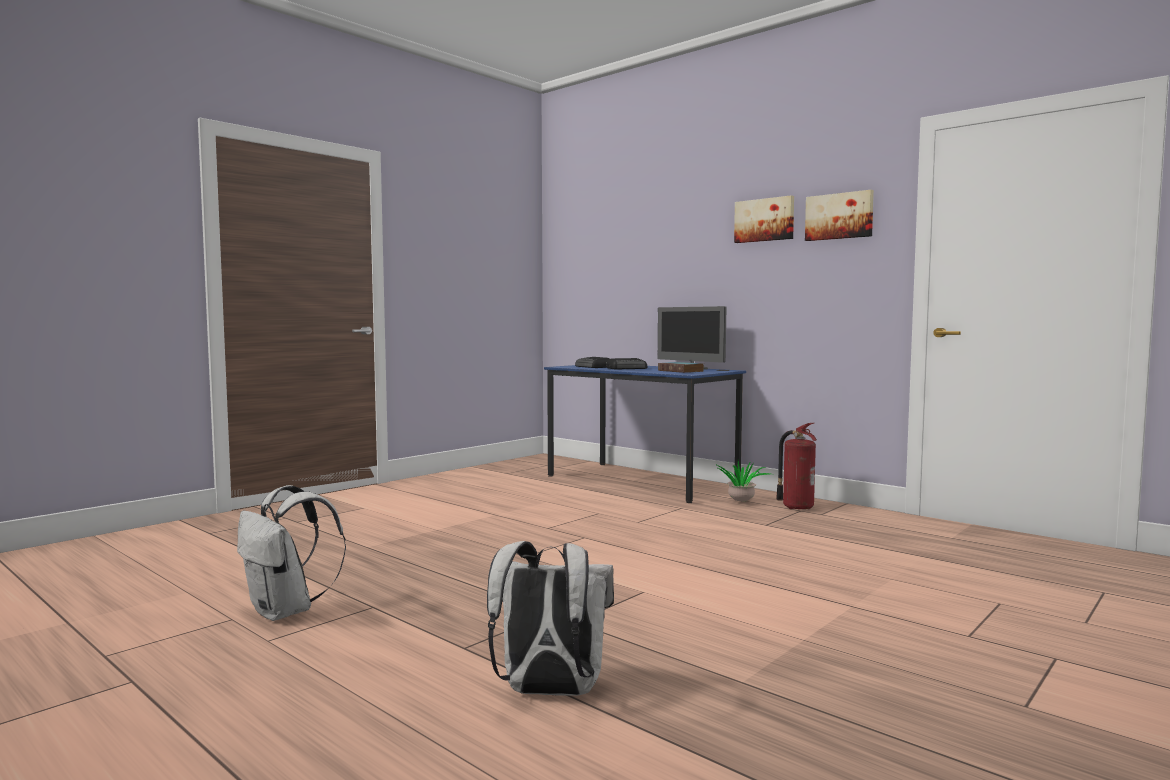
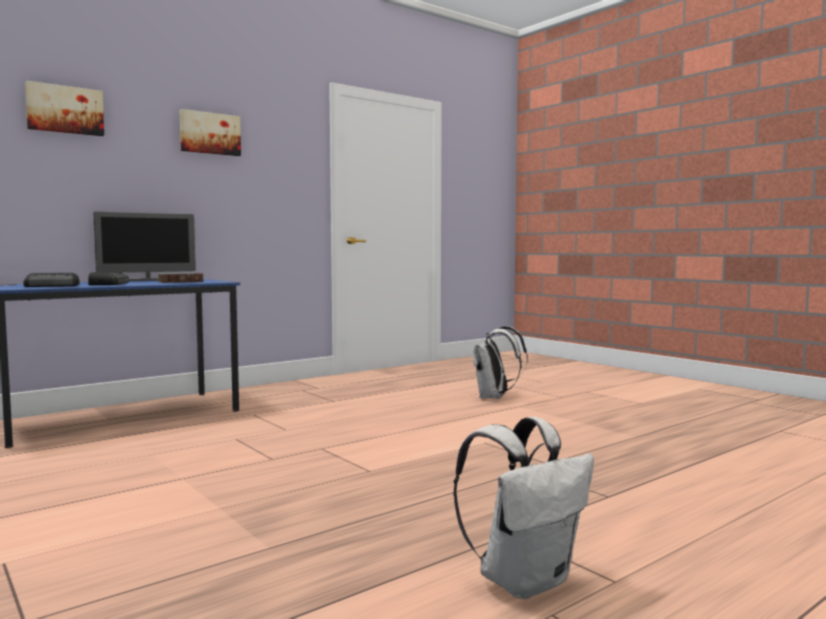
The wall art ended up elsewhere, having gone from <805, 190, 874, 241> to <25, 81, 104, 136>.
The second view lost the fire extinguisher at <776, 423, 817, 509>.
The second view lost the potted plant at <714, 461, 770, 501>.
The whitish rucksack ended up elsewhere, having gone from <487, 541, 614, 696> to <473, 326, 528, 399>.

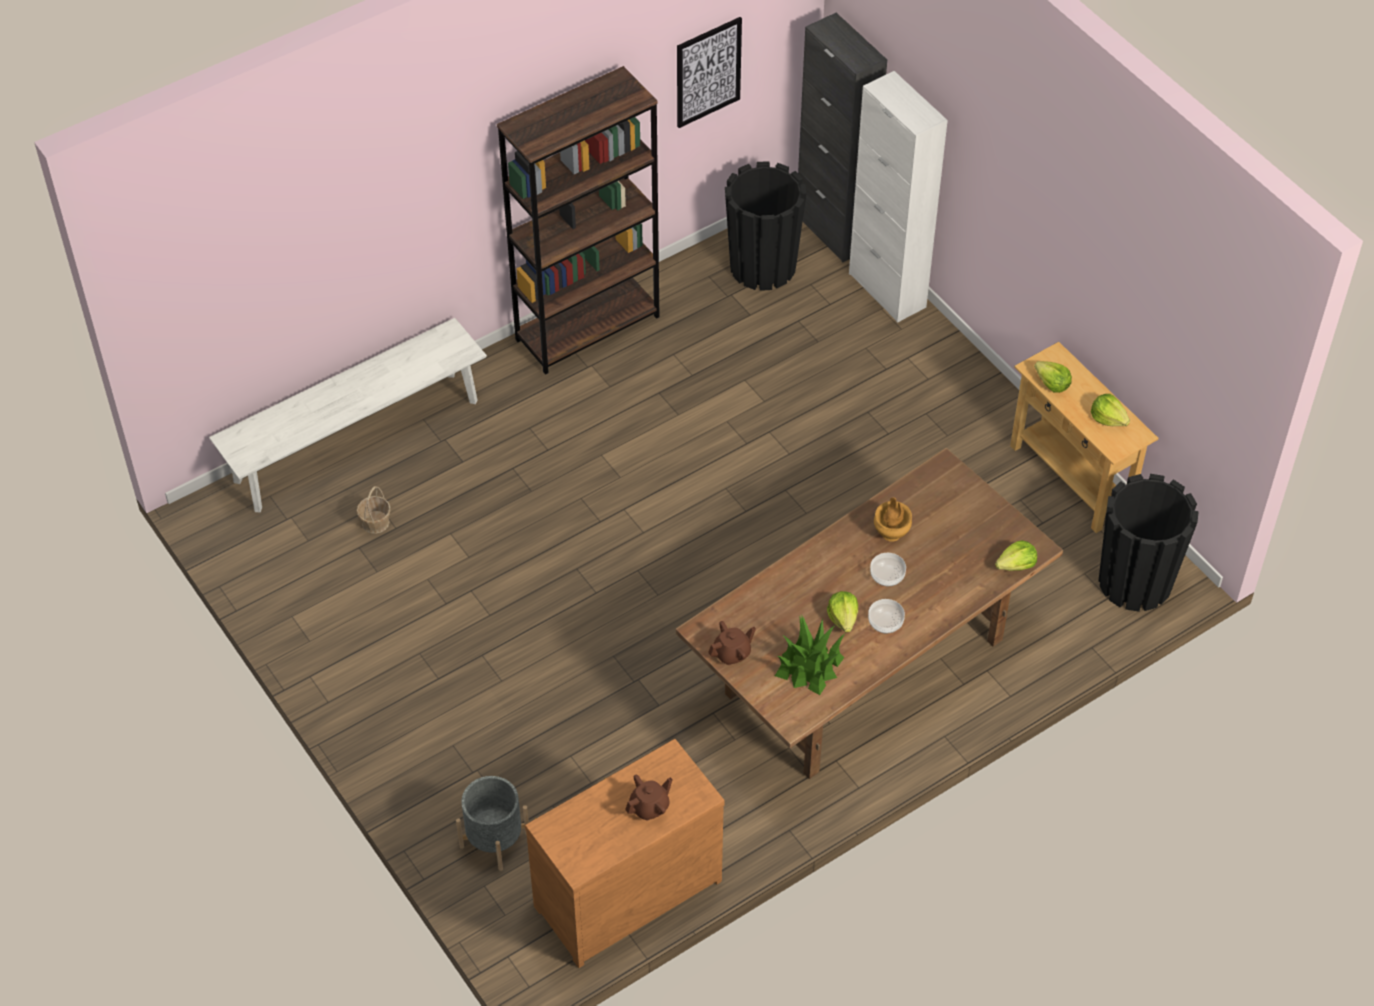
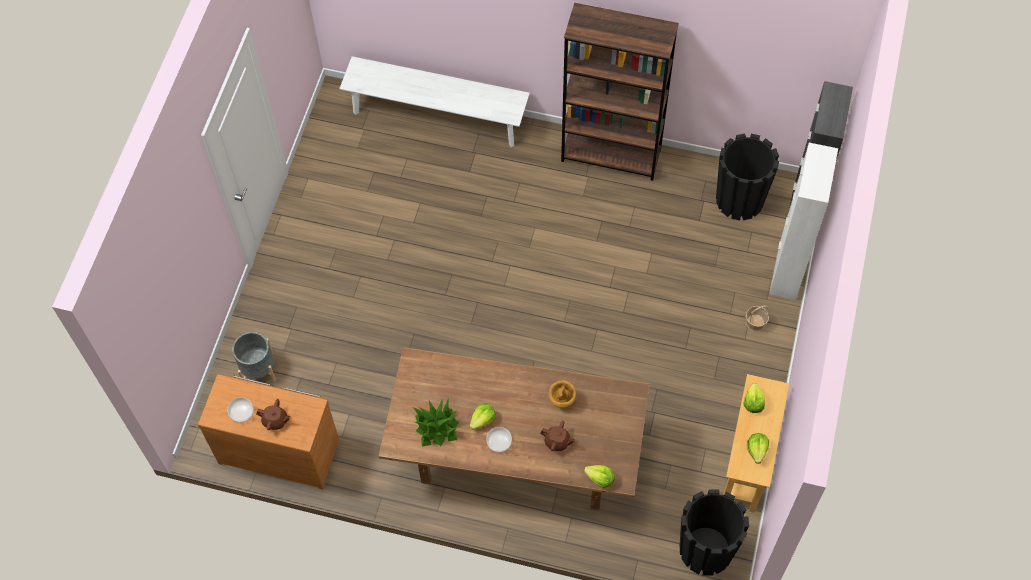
The second view lost the wall art at <677, 17, 742, 128>.
The storage basket ended up elsewhere, having gone from <357, 486, 391, 534> to <745, 306, 769, 332>.
The deep dish ended up elsewhere, having gone from <870, 553, 906, 586> to <227, 397, 253, 422>.
The brown tea pot ended up elsewhere, having gone from <708, 621, 756, 665> to <541, 420, 575, 451>.

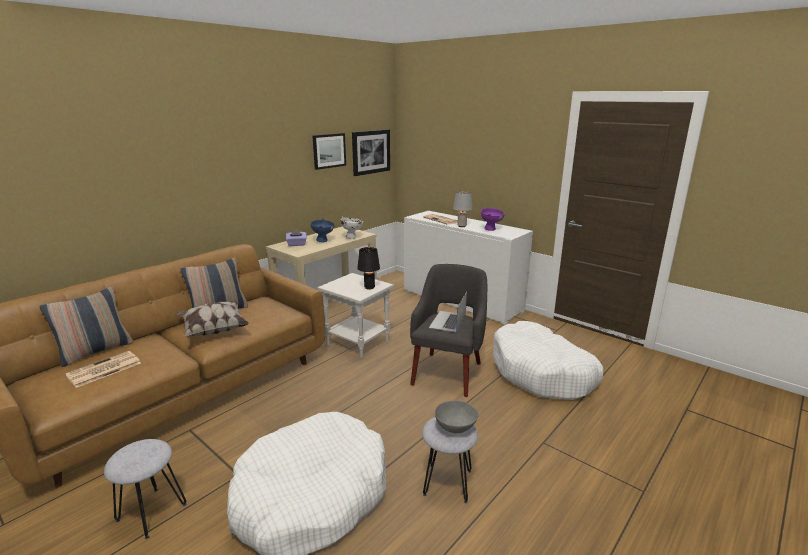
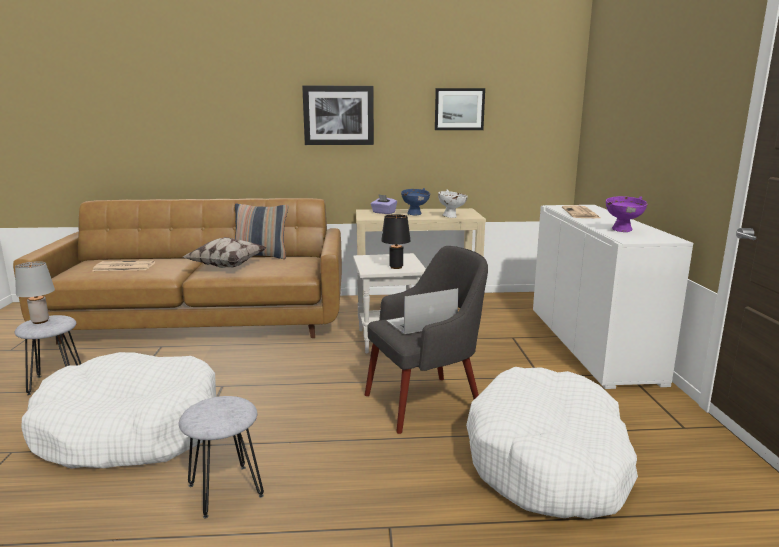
The wall art ended up elsewhere, having gone from <352, 129, 390, 176> to <302, 86, 374, 145>.
The gray tabletop lamp ended up elsewhere, having gone from <453, 191, 473, 227> to <15, 261, 55, 324>.
The second view lost the pillow at <39, 286, 133, 367>.
The second view lost the gray deep dish at <435, 401, 478, 434>.

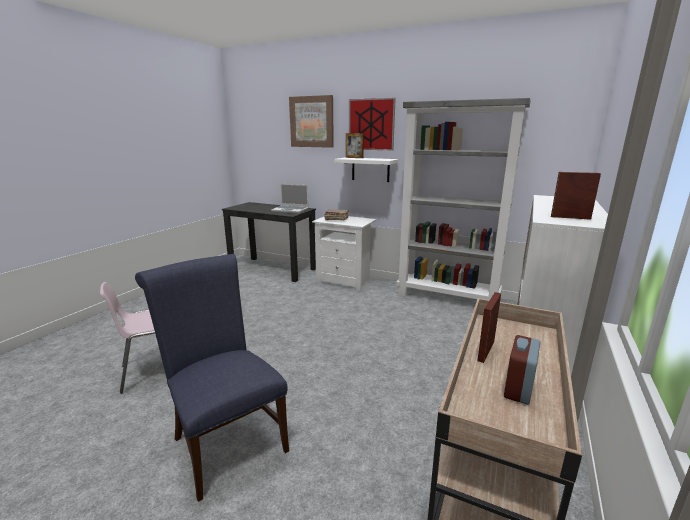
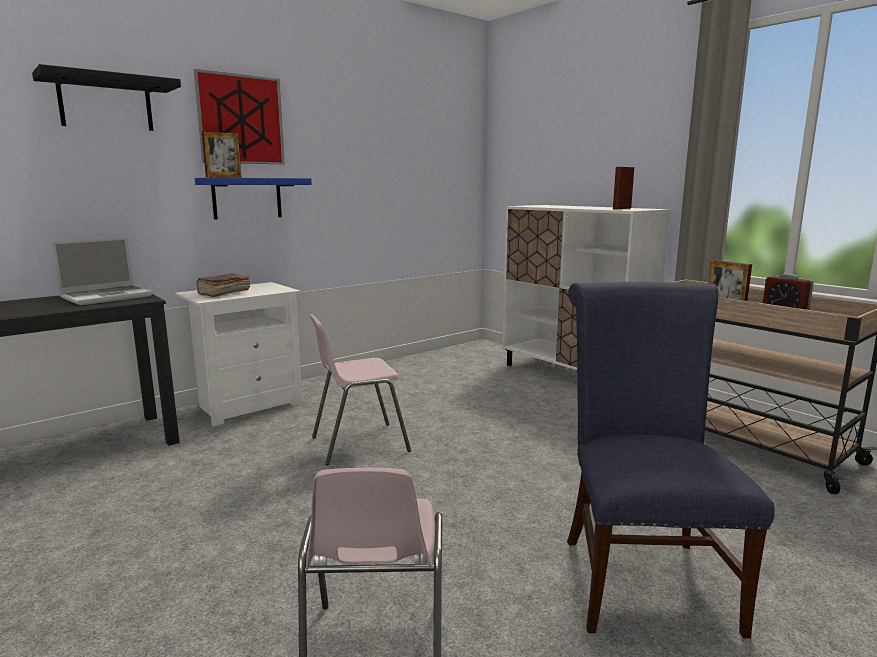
Where the wall art hung at <289, 95, 334, 148>, the blackish shelf came to hang at <32, 64, 181, 131>.
The second view lost the gray bookshelf at <396, 98, 531, 300>.
What was the whitish shelf at <334, 157, 398, 182> turned into the bluish shelf at <195, 178, 312, 220>.
The bluish plain chair at <135, 254, 289, 502> ended up facing another way, 105 degrees clockwise from before.
The second view gained the pinkish plain chair at <309, 314, 411, 466>.

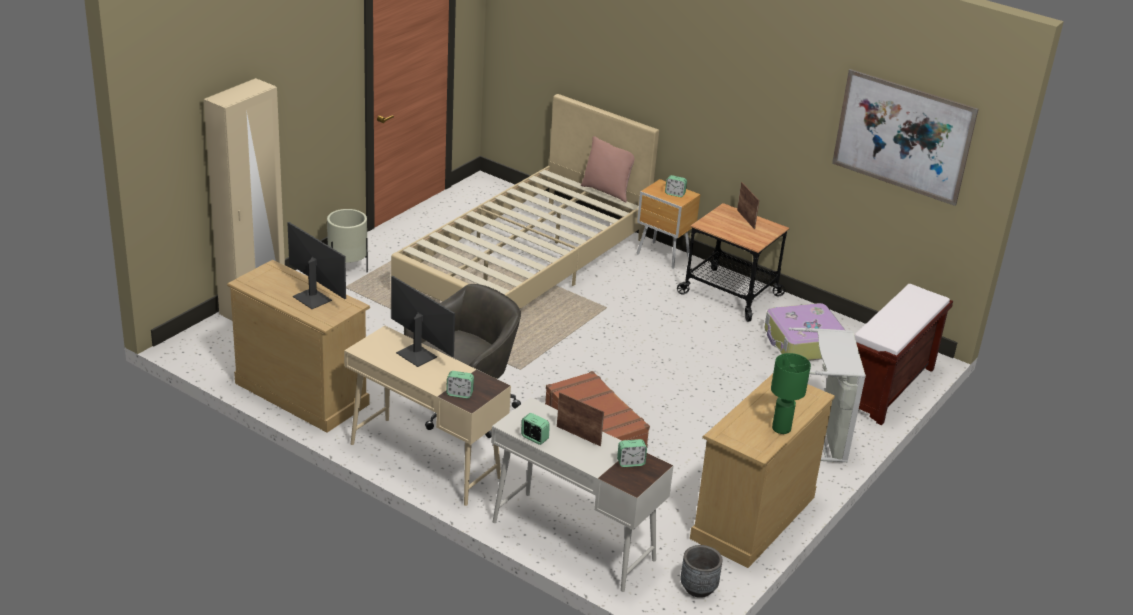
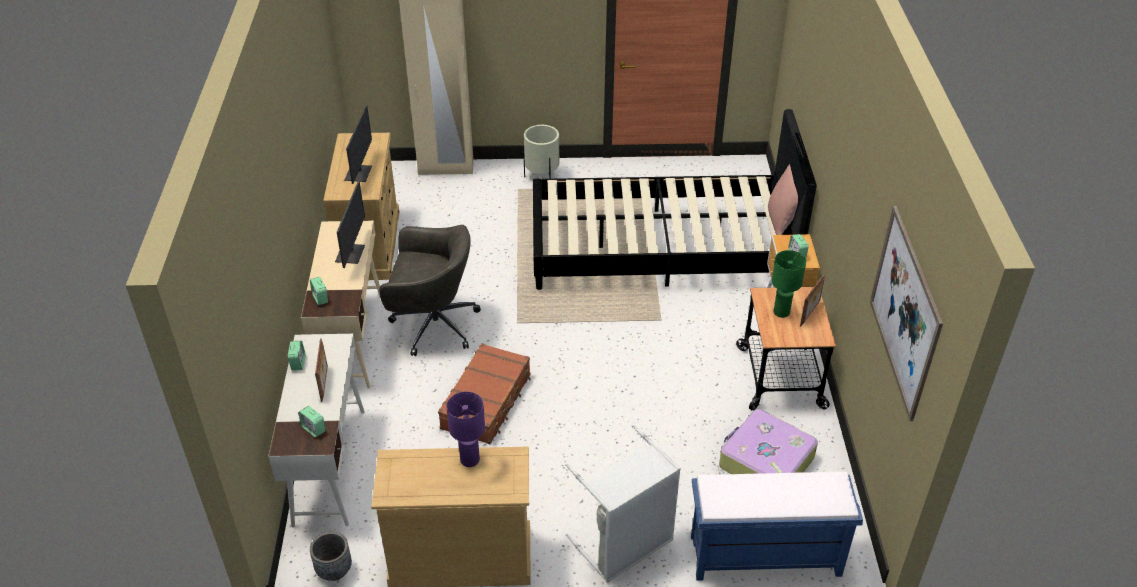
What was the beige bed at <391, 94, 659, 309> turned into the blackish bed at <533, 109, 817, 290>.
What was the brown long seat at <854, 284, 953, 425> turned into the bluish long seat at <691, 472, 863, 581>.
The greenish tabletop lamp ended up elsewhere, having gone from <771, 353, 811, 434> to <772, 250, 806, 318>.
The second view gained the purple-coloured tabletop lamp at <447, 392, 485, 467>.

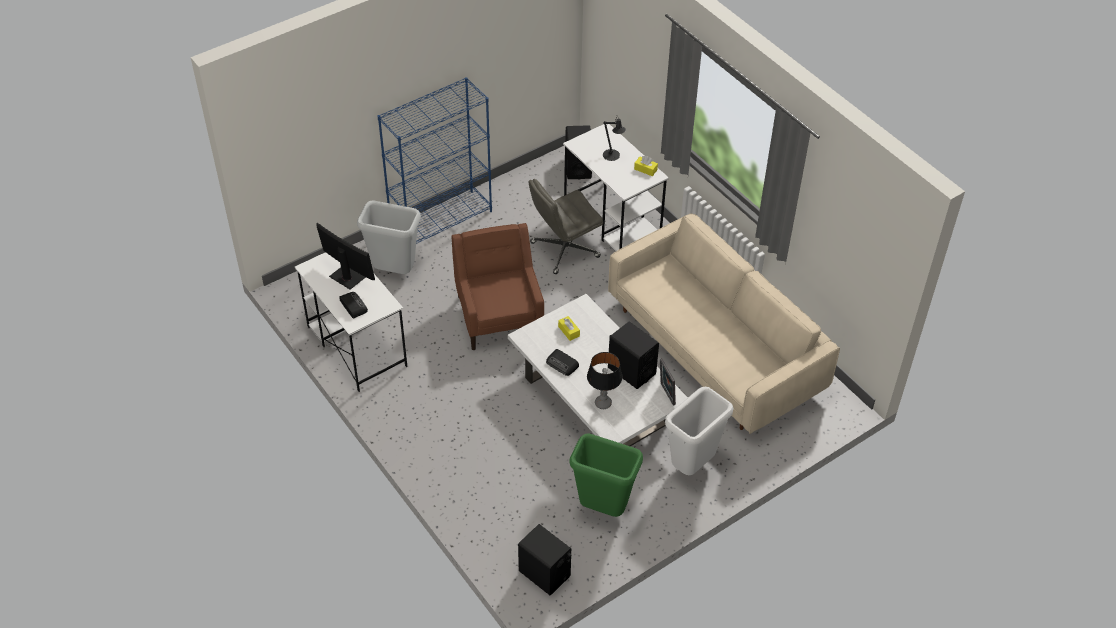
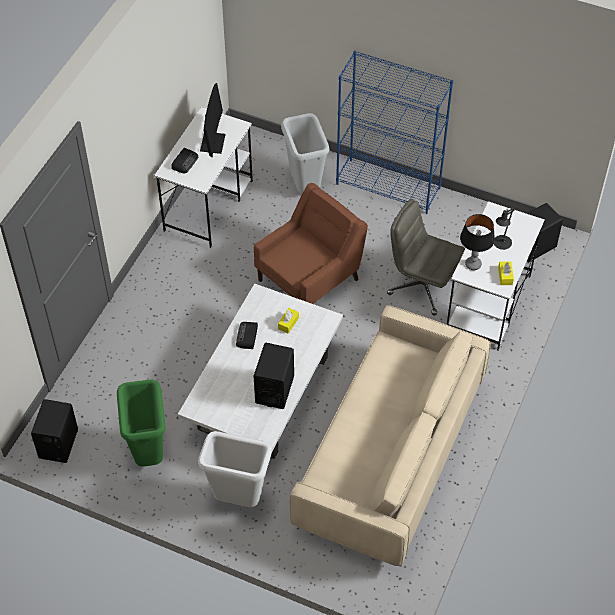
The tabletop lamp ended up elsewhere, having gone from <587, 352, 623, 409> to <460, 214, 495, 270>.
The second view lost the picture frame at <660, 359, 676, 406>.

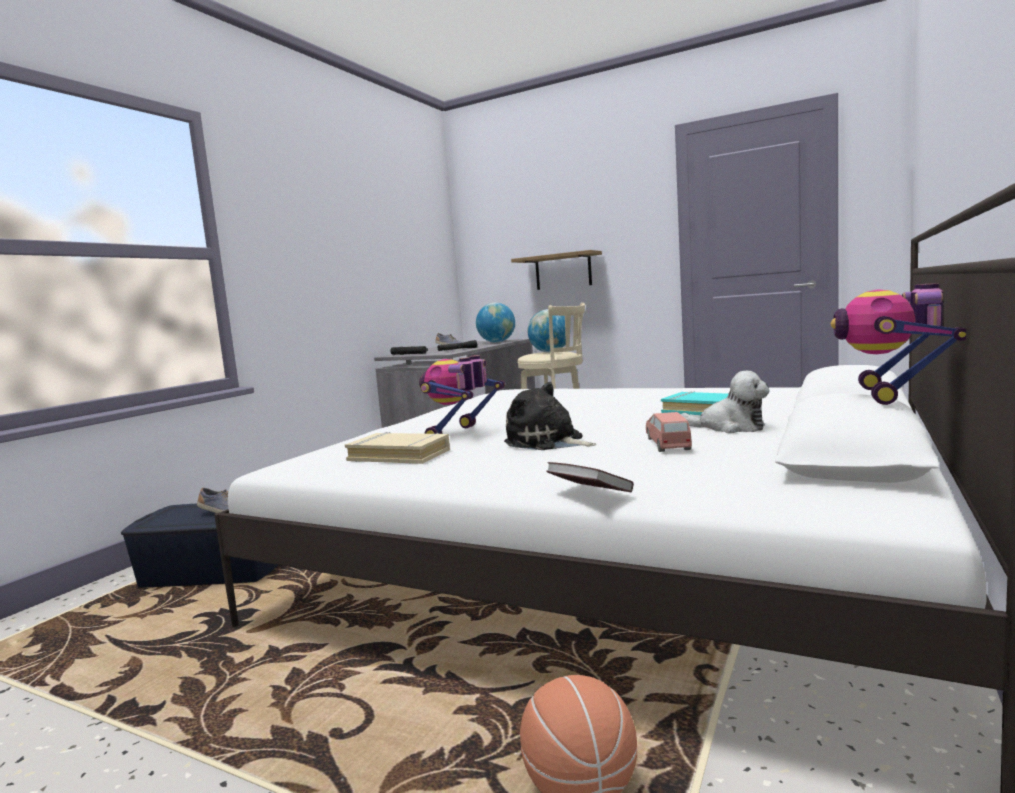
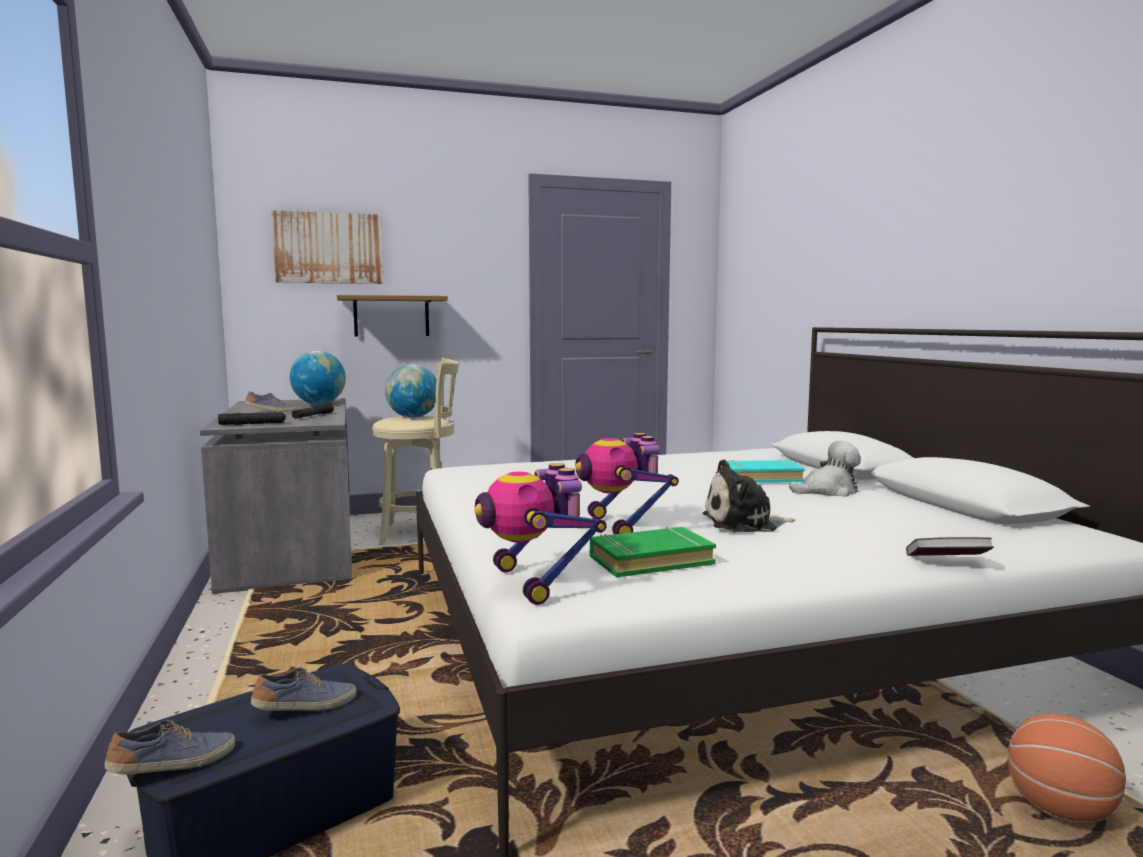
The robot figure ended up elsewhere, having gone from <831, 283, 966, 405> to <474, 463, 607, 605>.
The second view lost the pinkish model car at <646, 412, 692, 452>.
What was the beige bound book at <345, 432, 450, 464> turned into the greenish bound book at <590, 527, 716, 577>.
The second view gained the wall art at <272, 210, 384, 284>.
The second view gained the shoe at <104, 720, 235, 774>.

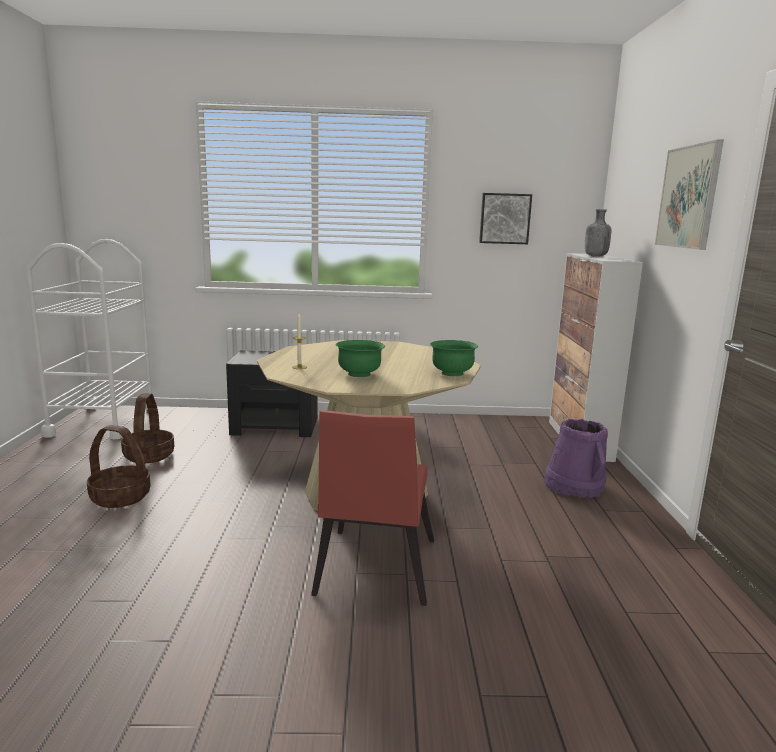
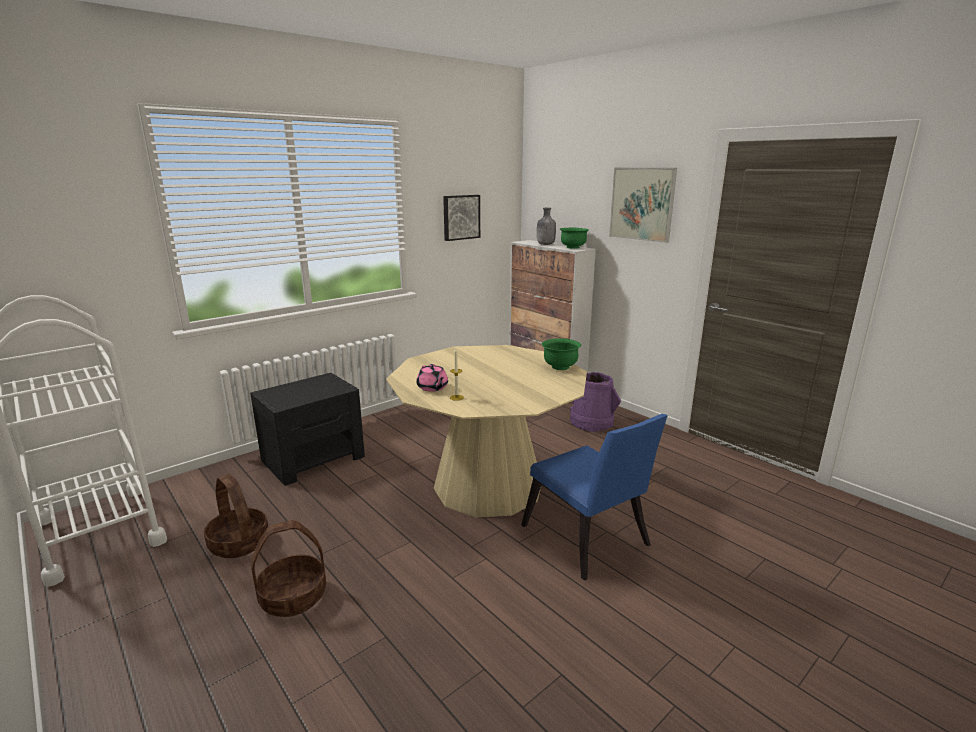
The greenish deep dish ended up elsewhere, having gone from <336, 340, 385, 377> to <560, 228, 589, 249>.
What was the red-coloured plain chair at <311, 410, 434, 606> turned into the bluish plain chair at <521, 414, 668, 581>.
The second view gained the pinkish tea pot at <416, 364, 448, 392>.

